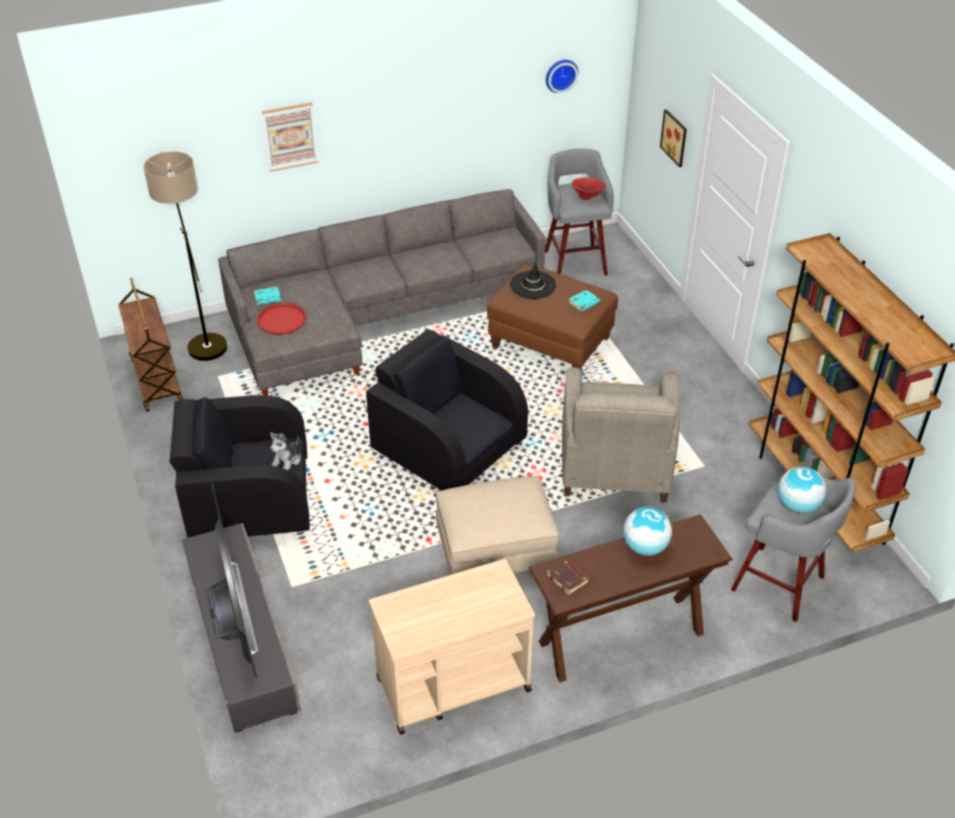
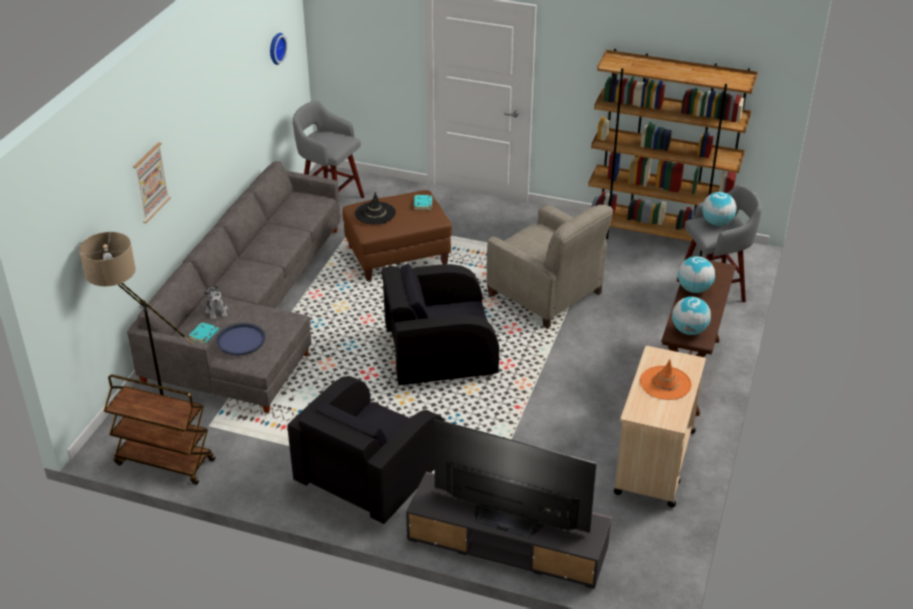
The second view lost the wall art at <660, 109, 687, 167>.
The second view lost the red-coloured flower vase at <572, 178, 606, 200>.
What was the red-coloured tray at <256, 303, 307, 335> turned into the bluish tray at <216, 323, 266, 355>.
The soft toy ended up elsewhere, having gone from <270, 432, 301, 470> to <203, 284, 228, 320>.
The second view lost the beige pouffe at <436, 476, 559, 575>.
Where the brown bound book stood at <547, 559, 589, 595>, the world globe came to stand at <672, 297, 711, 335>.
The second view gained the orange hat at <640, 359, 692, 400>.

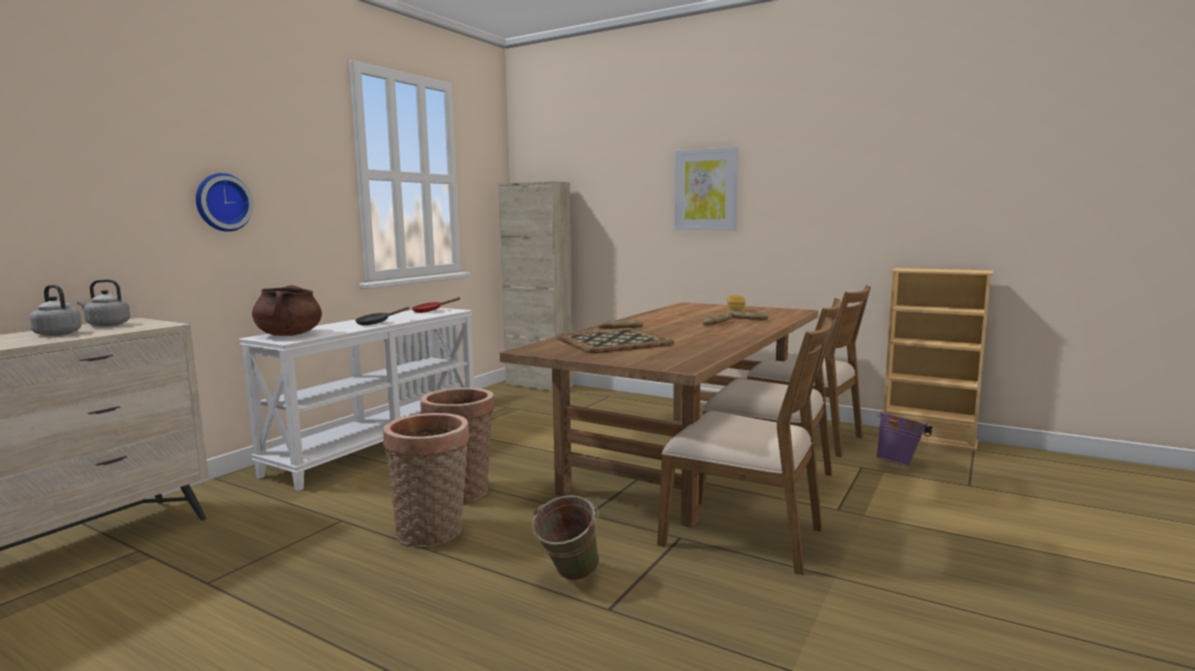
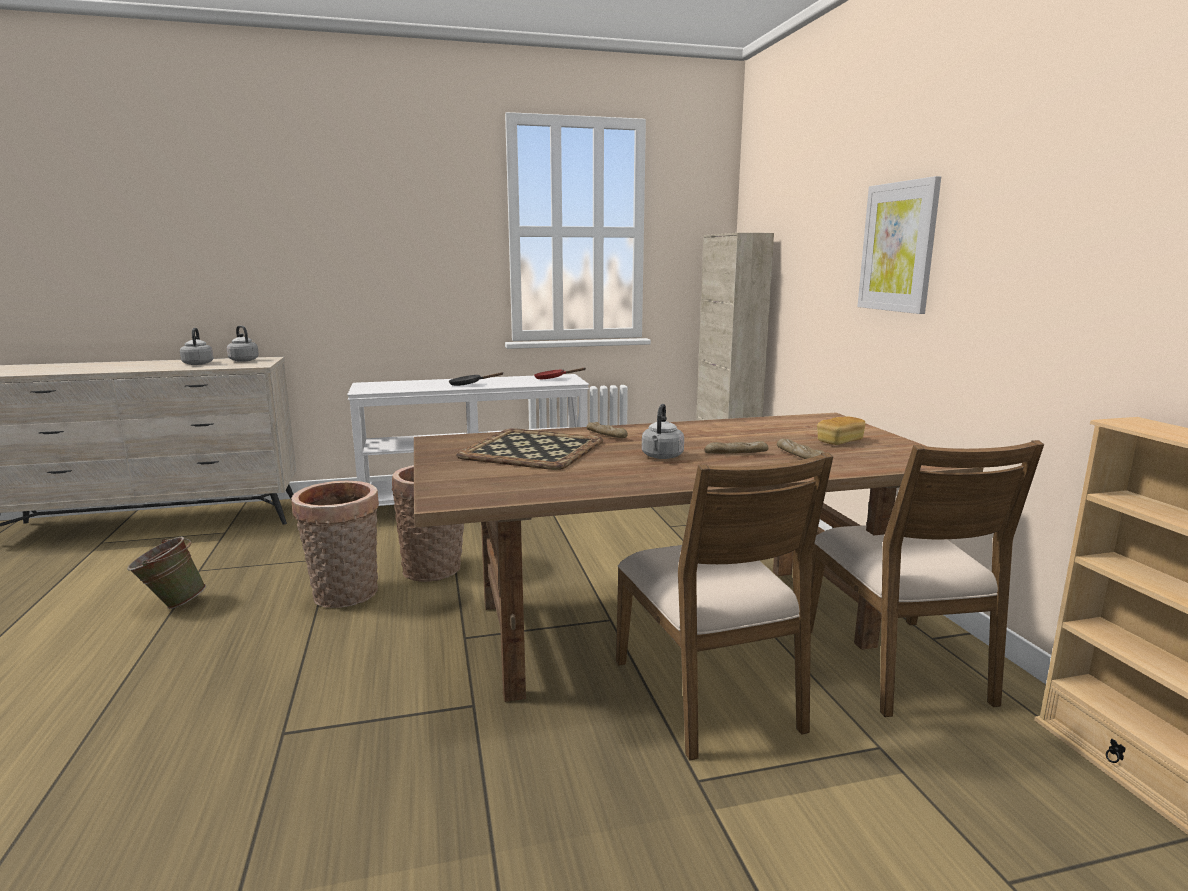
The second view lost the hanging clock at <196, 173, 253, 232>.
The second view lost the brown stockpot at <252, 285, 322, 336>.
The second view lost the brown plain chair at <657, 317, 832, 575>.
The second view lost the purple-coloured water bucket at <876, 412, 928, 467>.
The greenish water bucket ended up elsewhere, having gone from <532, 495, 599, 581> to <127, 537, 206, 609>.
The second view gained the gray tea kettle at <642, 404, 684, 459>.

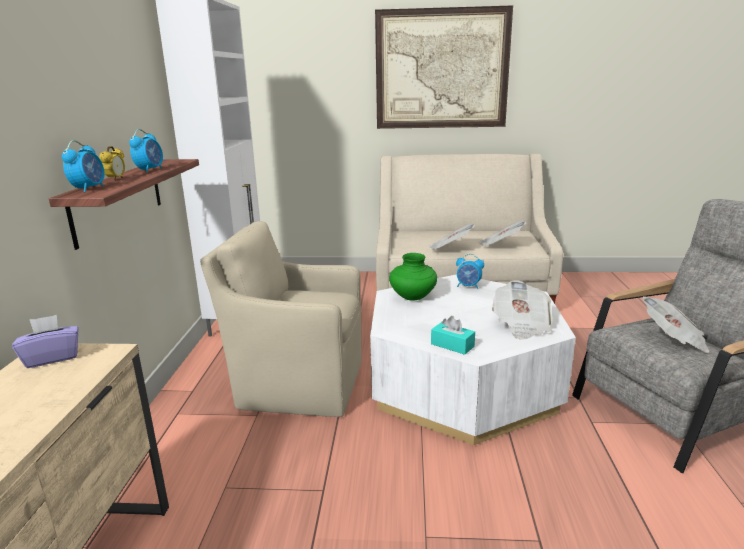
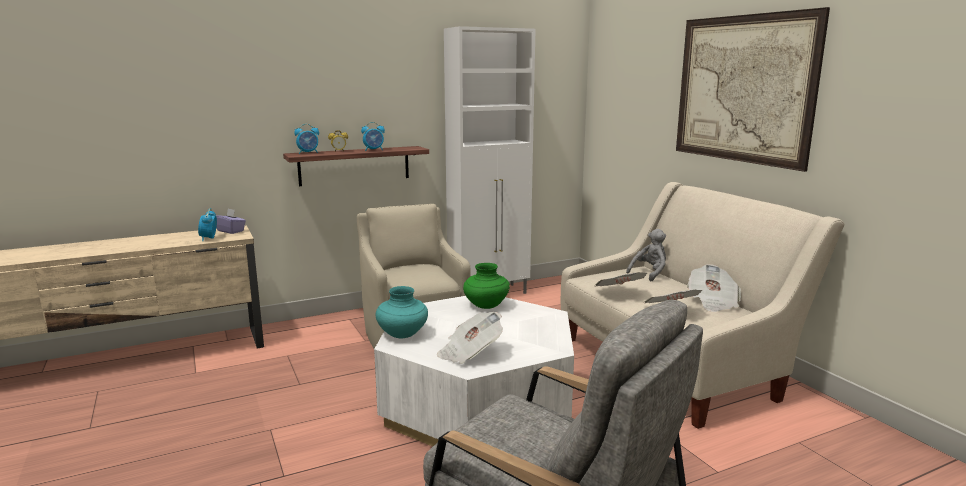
The table clock ended up elsewhere, having gone from <456, 254, 484, 289> to <198, 208, 217, 241>.
The daily paper ended up elsewhere, having gone from <642, 296, 710, 353> to <687, 264, 741, 312>.
Where the turquoise-coloured box of tissues stood at <431, 316, 475, 355>, the turquoise-coloured flower vase came to stand at <376, 286, 428, 339>.
The second view gained the gray soft toy at <626, 229, 666, 281>.

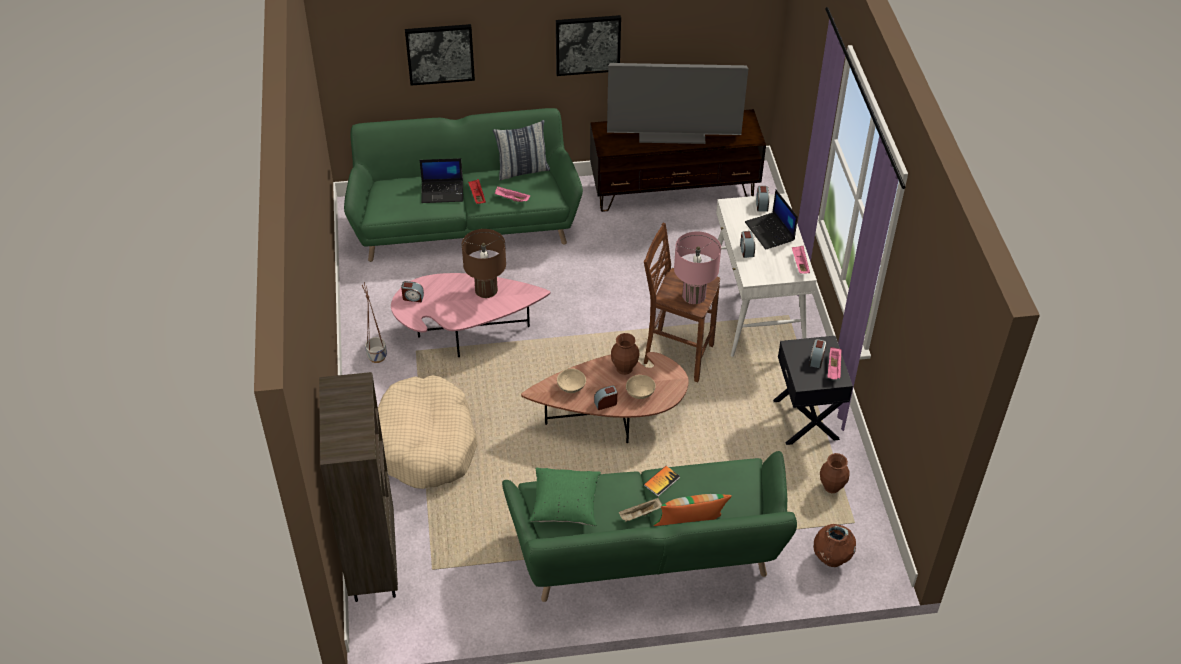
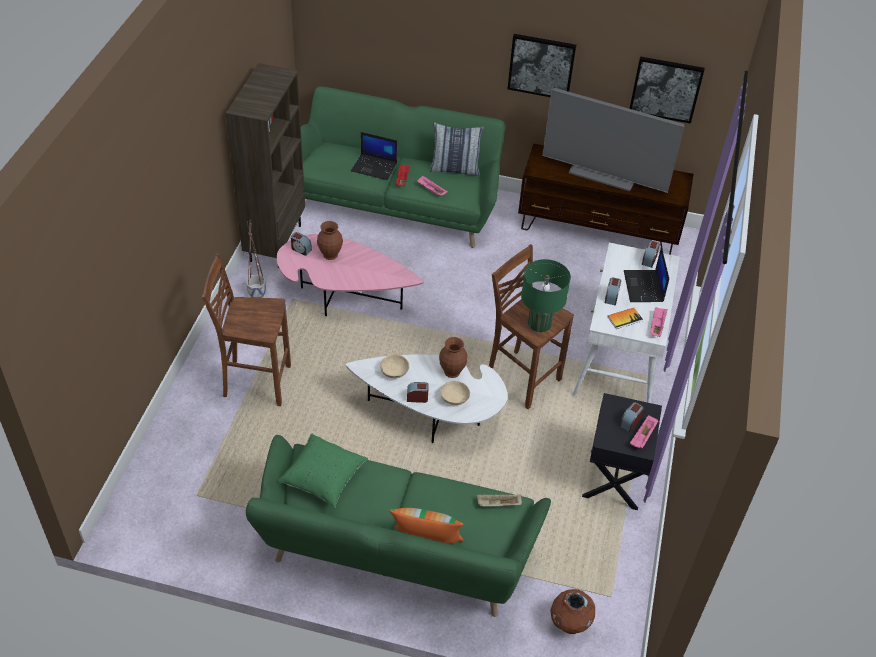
The wall art ended up elsewhere, having gone from <405, 24, 475, 86> to <629, 56, 705, 124>.
The second view lost the brown tabletop lamp at <462, 229, 506, 298>.
What was the pinkish tabletop lamp at <674, 231, 721, 304> turned into the greenish tabletop lamp at <521, 259, 571, 332>.
What was the brown coffee table at <521, 352, 689, 443> turned into the whitish coffee table at <346, 354, 508, 443>.
The brown bookshelf ended up elsewhere, having gone from <319, 372, 398, 602> to <226, 63, 305, 268>.
Where the beige dog bed stood at <378, 375, 478, 489>, the brown stool came to stand at <202, 253, 291, 406>.
The brown flower vase ended up elsewhere, having gone from <820, 453, 850, 493> to <317, 221, 343, 260>.
The bound book ended up elsewhere, having gone from <644, 466, 680, 496> to <607, 308, 643, 329>.
The beige tray ended up elsewhere, having gone from <619, 498, 663, 522> to <477, 494, 522, 507>.

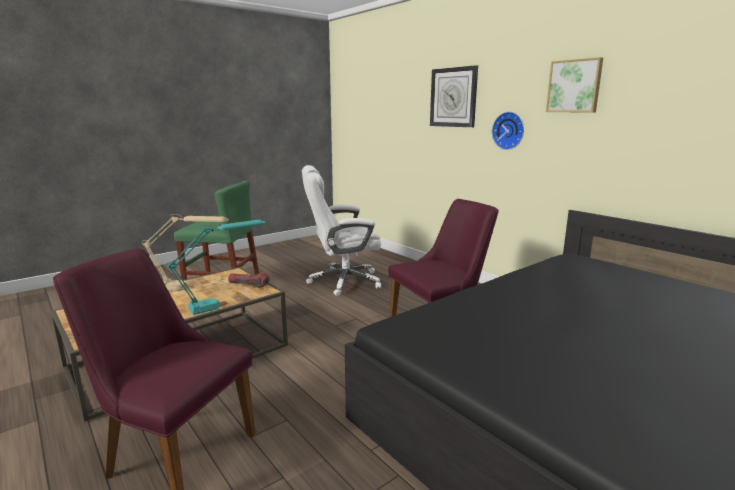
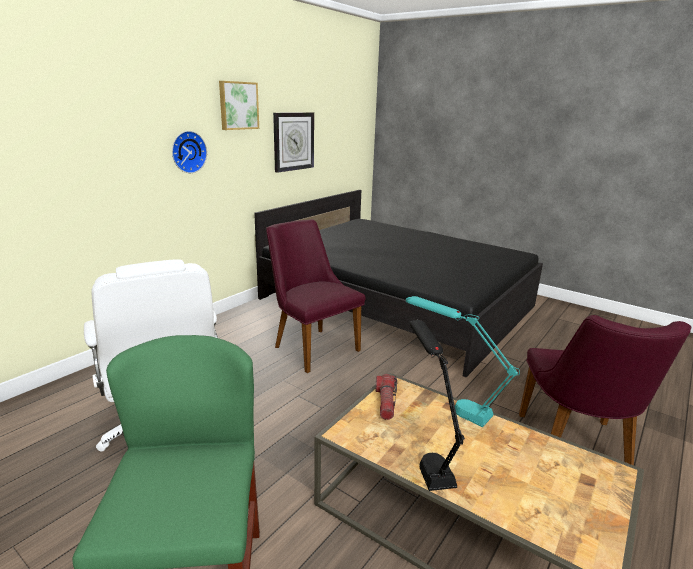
The hanging clock ended up elsewhere, having gone from <430, 65, 478, 127> to <273, 112, 314, 173>.
What was the beige tabletop lamp at <142, 214, 229, 291> turned into the blackish tabletop lamp at <410, 320, 465, 491>.

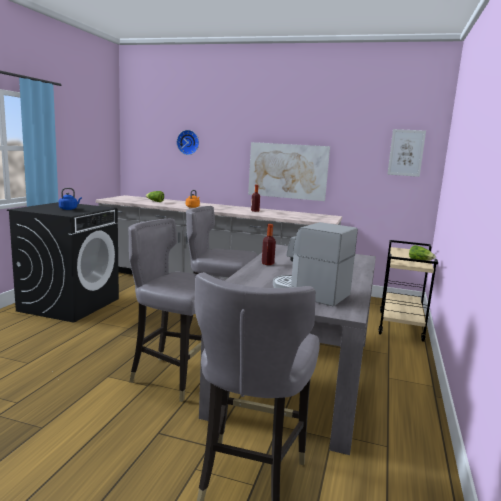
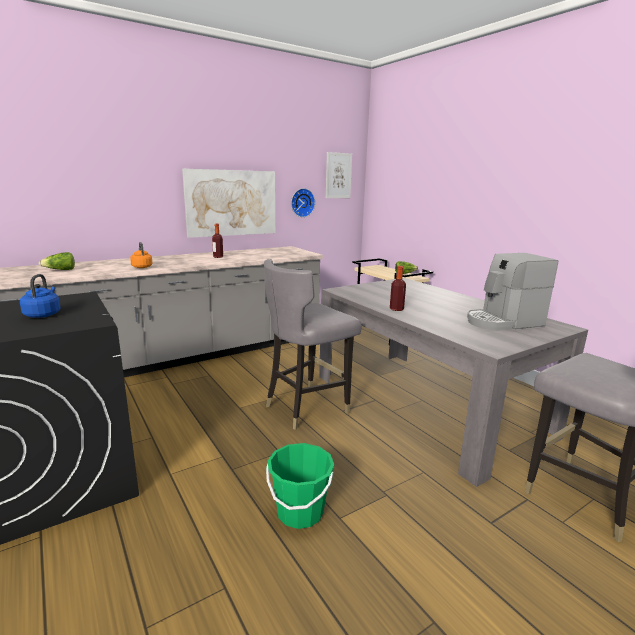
The hanging clock ended up elsewhere, having gone from <177, 130, 199, 155> to <291, 188, 315, 217>.
The second view lost the gray plain chair at <128, 219, 225, 402>.
The second view gained the greenish water bucket at <266, 443, 334, 529>.

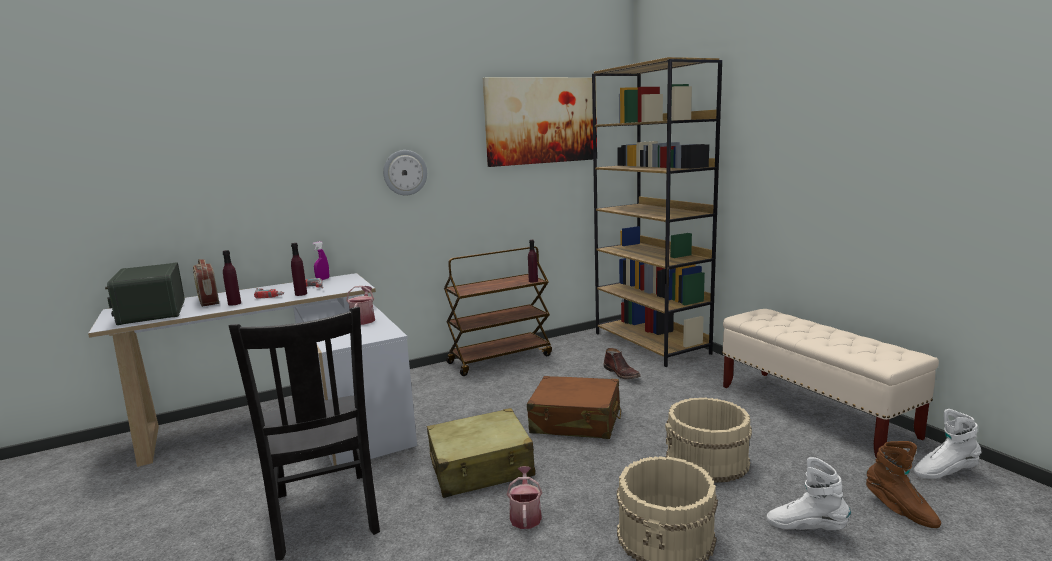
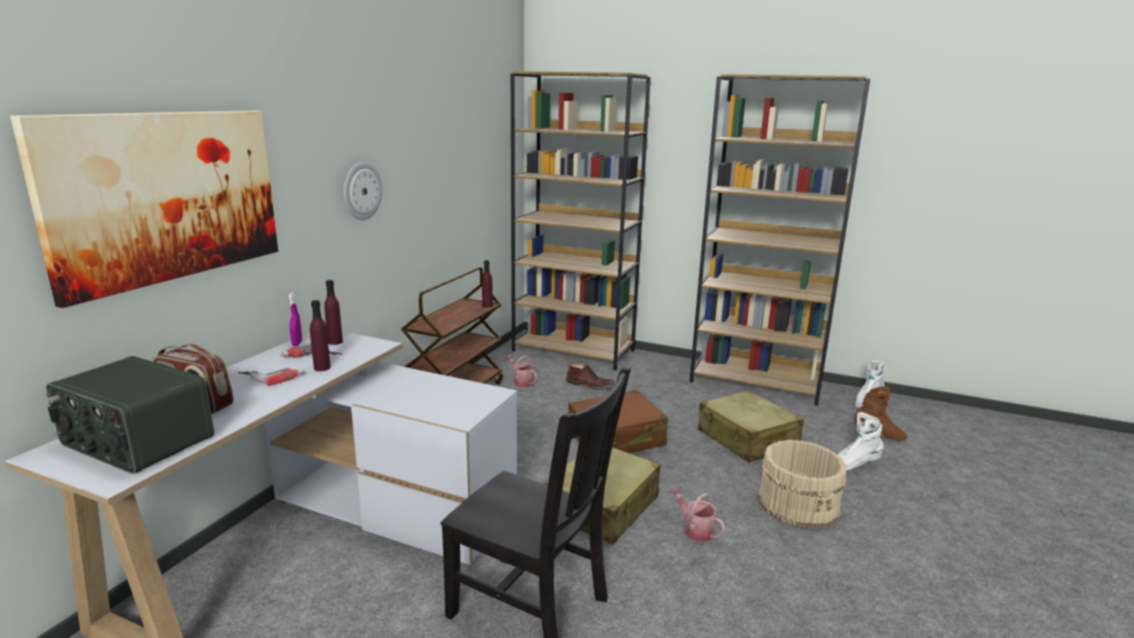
The wall art ended up elsewhere, having gone from <483, 78, 597, 167> to <10, 111, 278, 308>.
The purple-coloured bottle ended up elsewhere, having gone from <223, 250, 241, 306> to <324, 280, 343, 345>.
The watering pot ended up elsewhere, having gone from <346, 286, 375, 325> to <506, 354, 537, 387>.
Where the beige long seat stood at <722, 309, 939, 458>, the brown bookshelf came to stand at <689, 74, 870, 406>.
Where the beige water bucket stood at <665, 398, 752, 483>, the beige suitcase came to stand at <698, 390, 804, 463>.

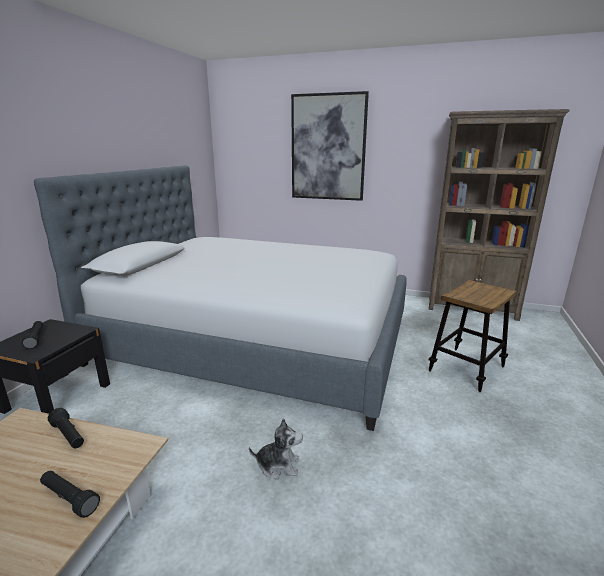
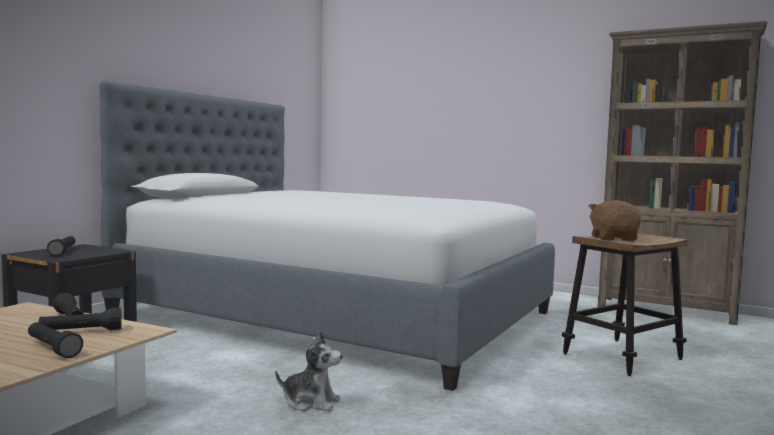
The second view lost the wall art at <291, 91, 369, 201>.
The second view gained the brown soft toy at <589, 200, 641, 241>.
The second view gained the blackish torch at <39, 307, 122, 330>.

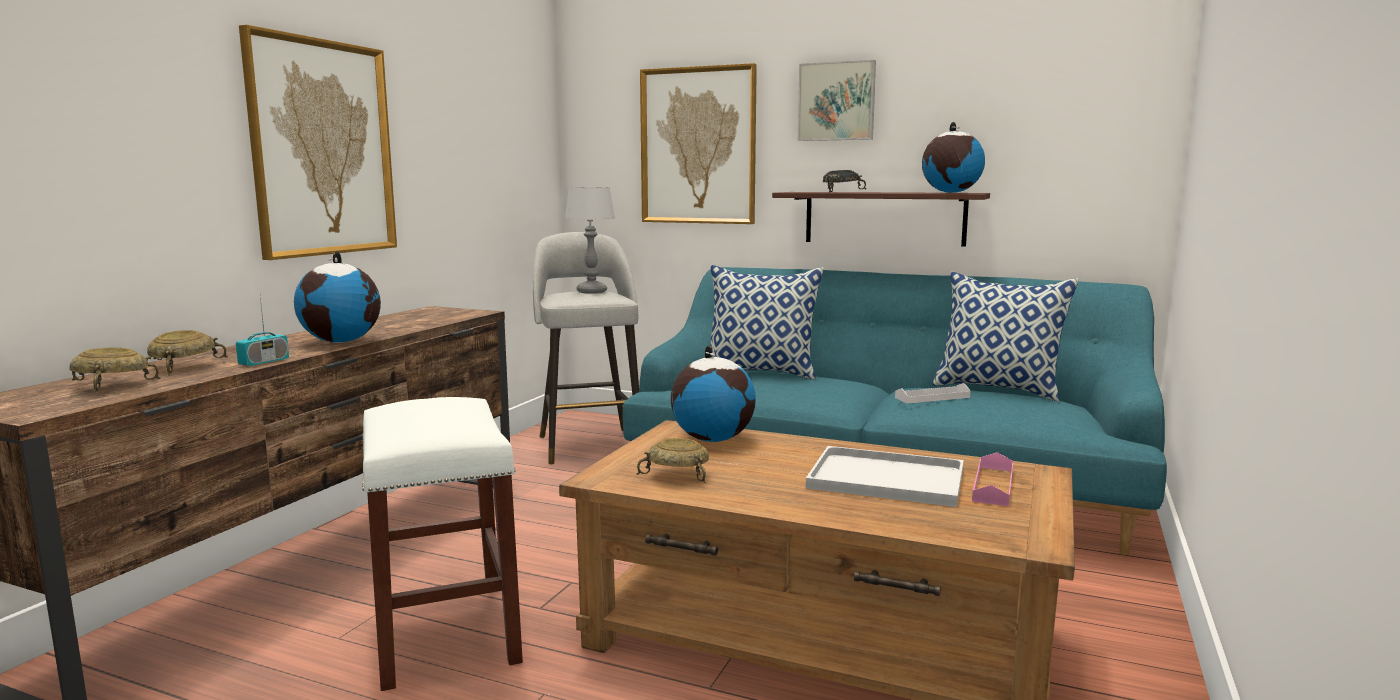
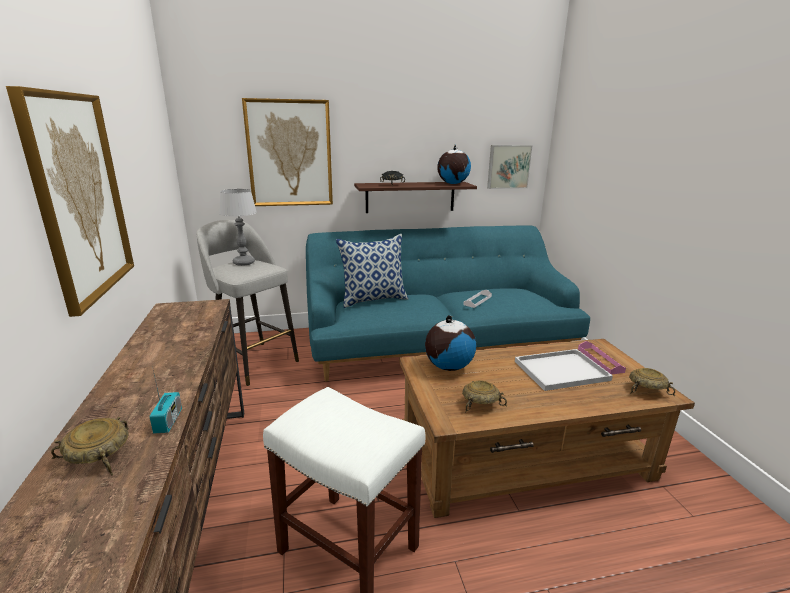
The wall art ended up elsewhere, having gone from <798, 60, 876, 141> to <487, 145, 533, 189>.
The second view lost the world globe at <294, 251, 381, 343>.
The second view lost the pillow at <933, 272, 1079, 402>.
The beige deep dish ended up elsewhere, having gone from <69, 348, 160, 392> to <629, 368, 675, 396>.

